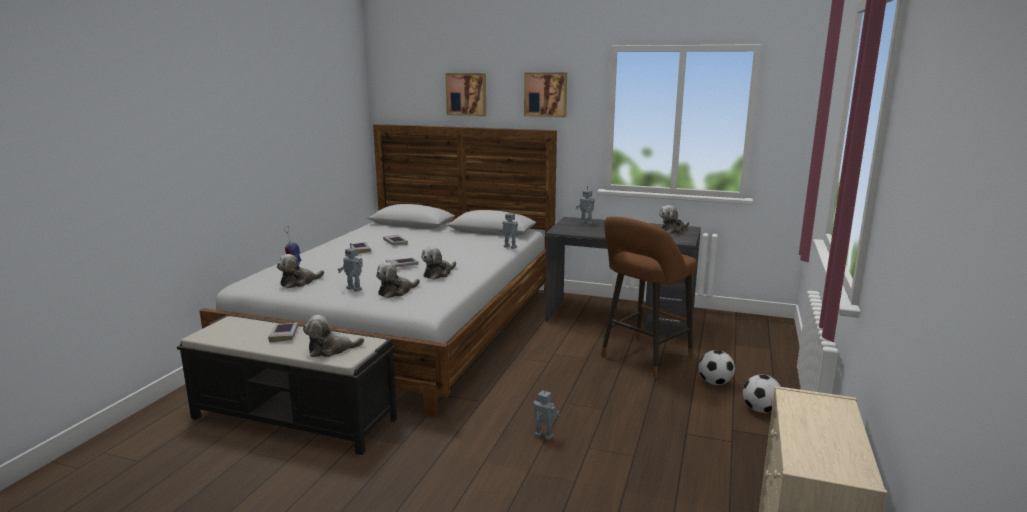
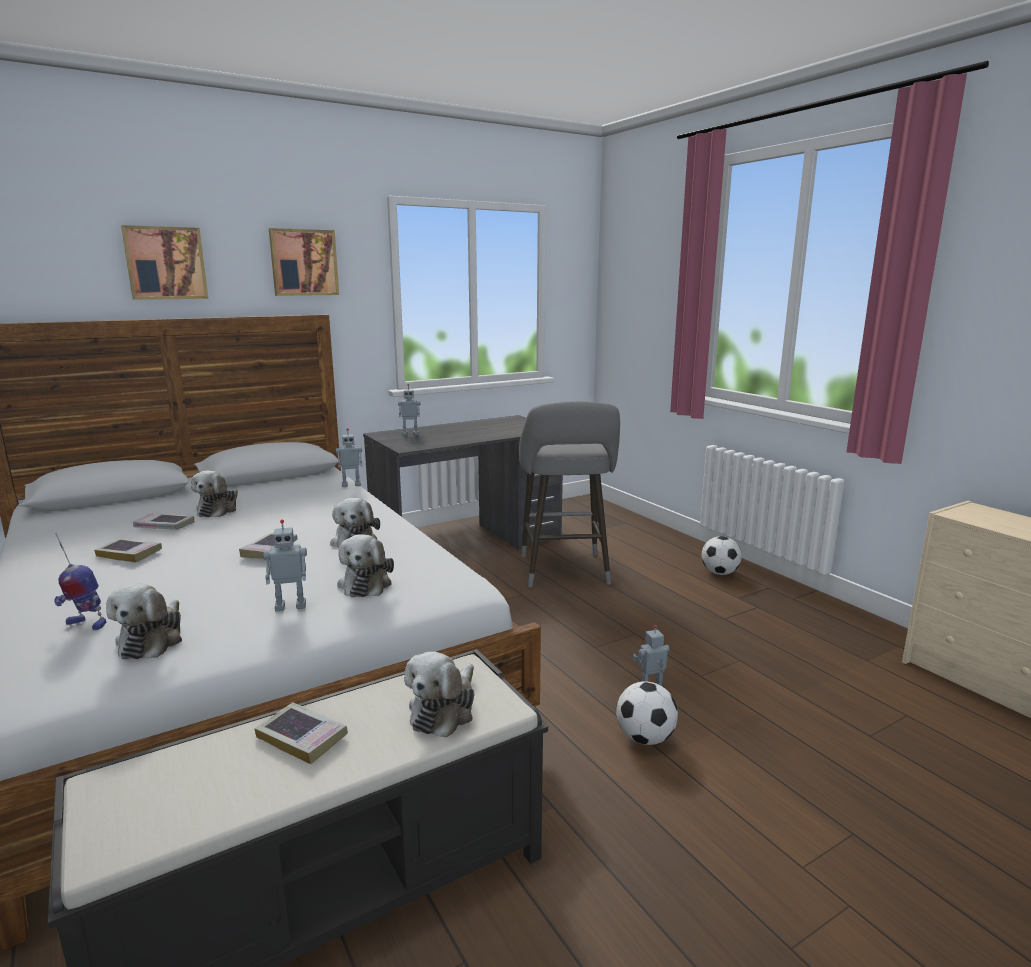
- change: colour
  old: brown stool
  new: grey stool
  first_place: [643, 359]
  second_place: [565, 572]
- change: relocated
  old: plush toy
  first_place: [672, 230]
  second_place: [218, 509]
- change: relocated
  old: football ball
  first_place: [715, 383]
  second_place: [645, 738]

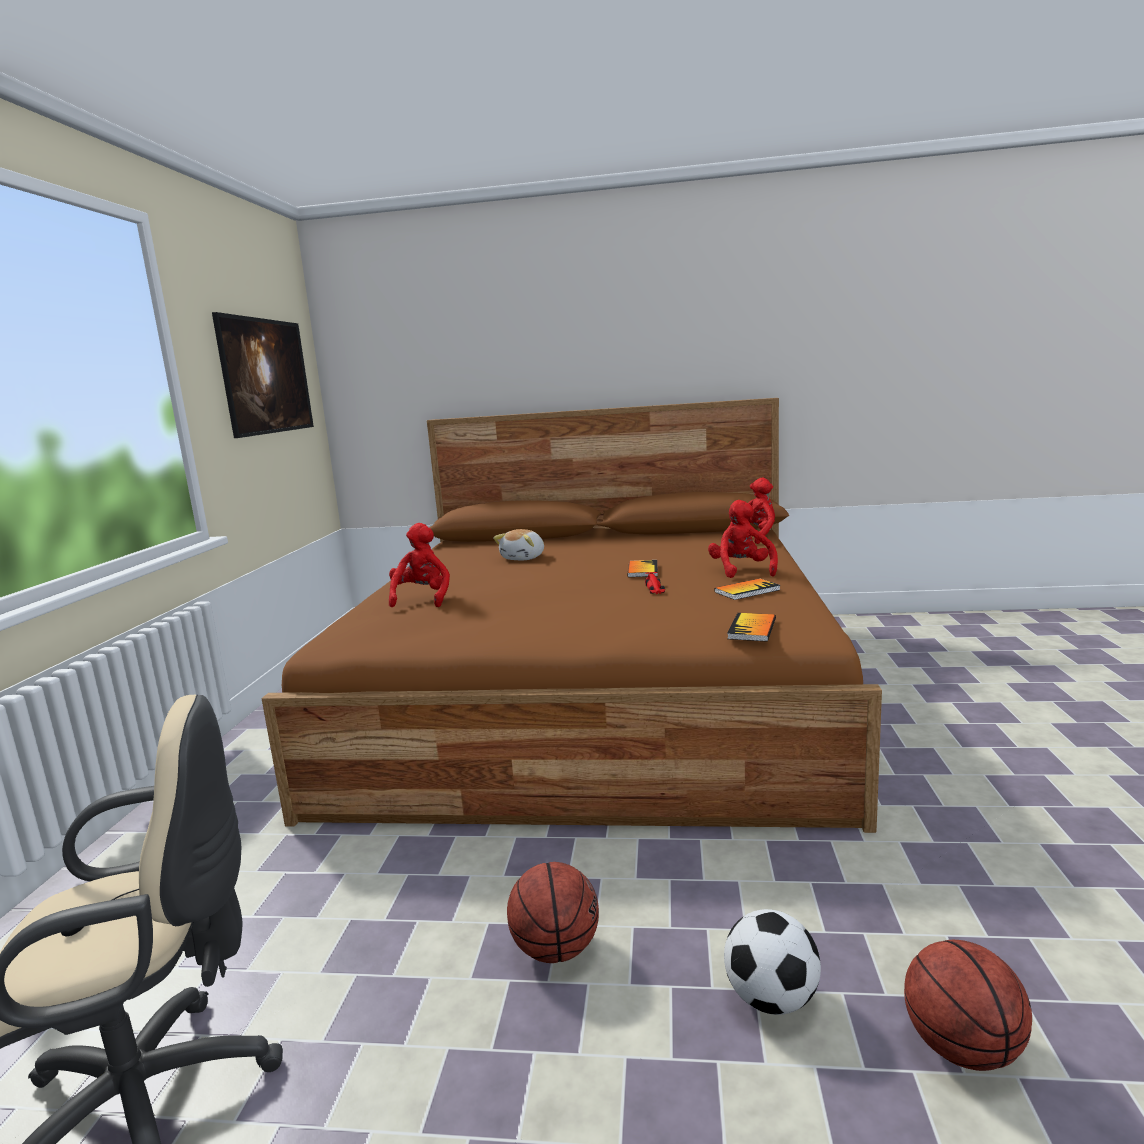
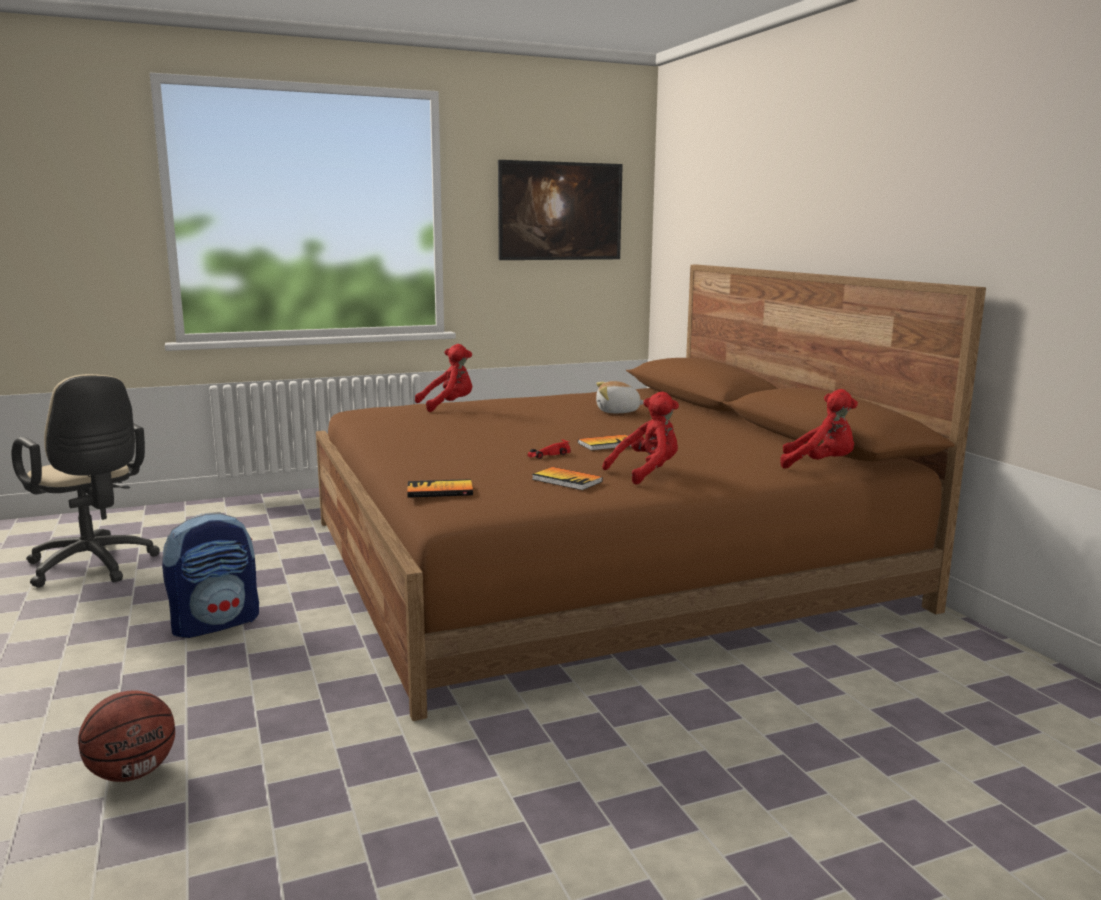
- change: exchanged
  old: ball for basketball
  new: knapsack
  first_place: [556, 949]
  second_place: [216, 623]
- change: missing
  old: football ball
  first_place: [771, 998]

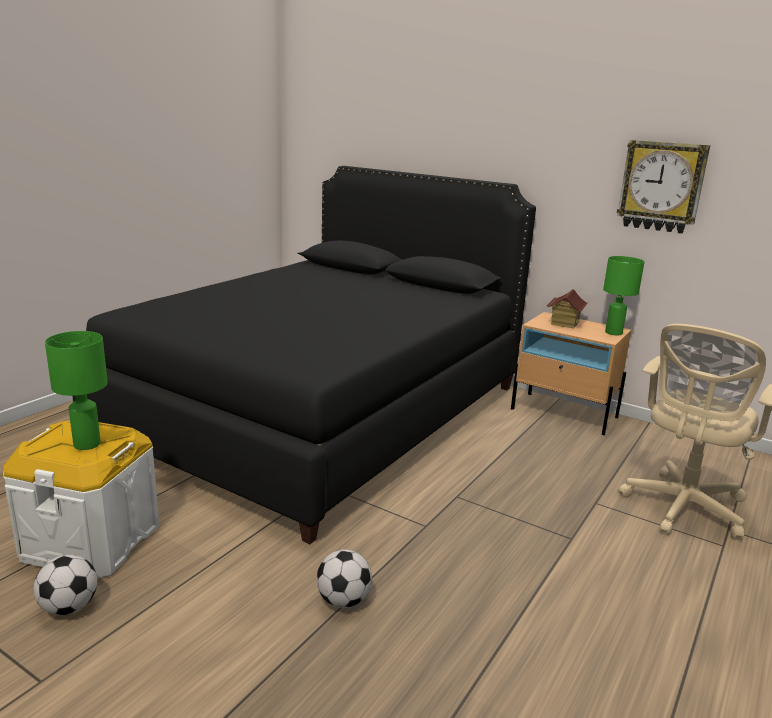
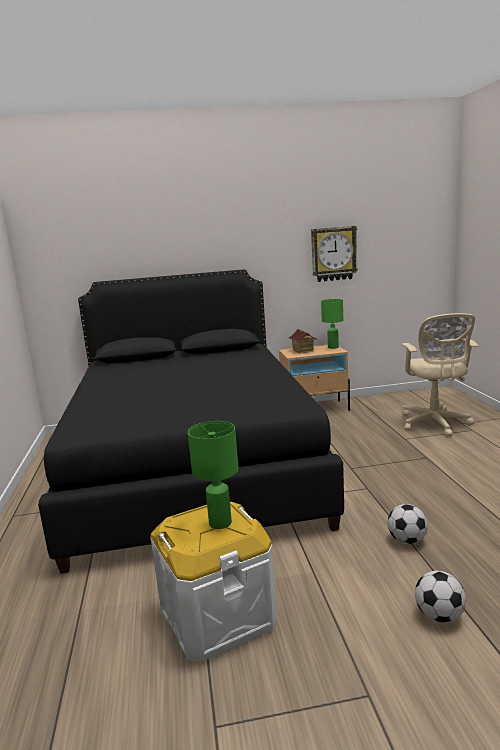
- change: relocated
  old: football ball
  first_place: [69, 607]
  second_place: [439, 616]

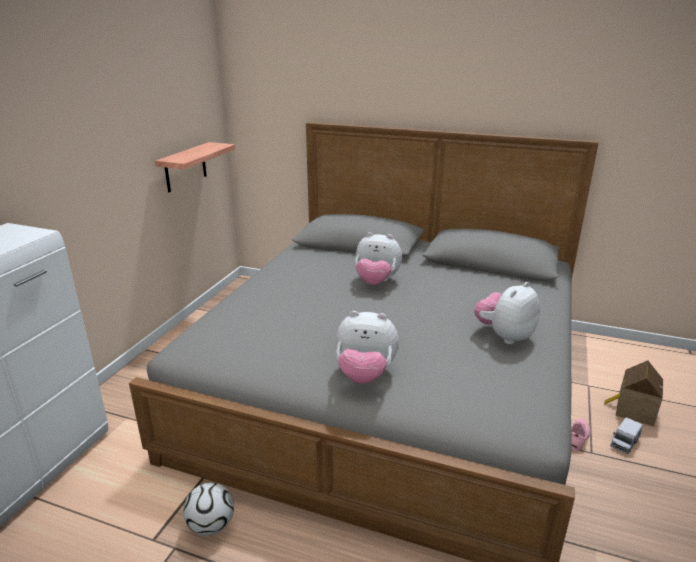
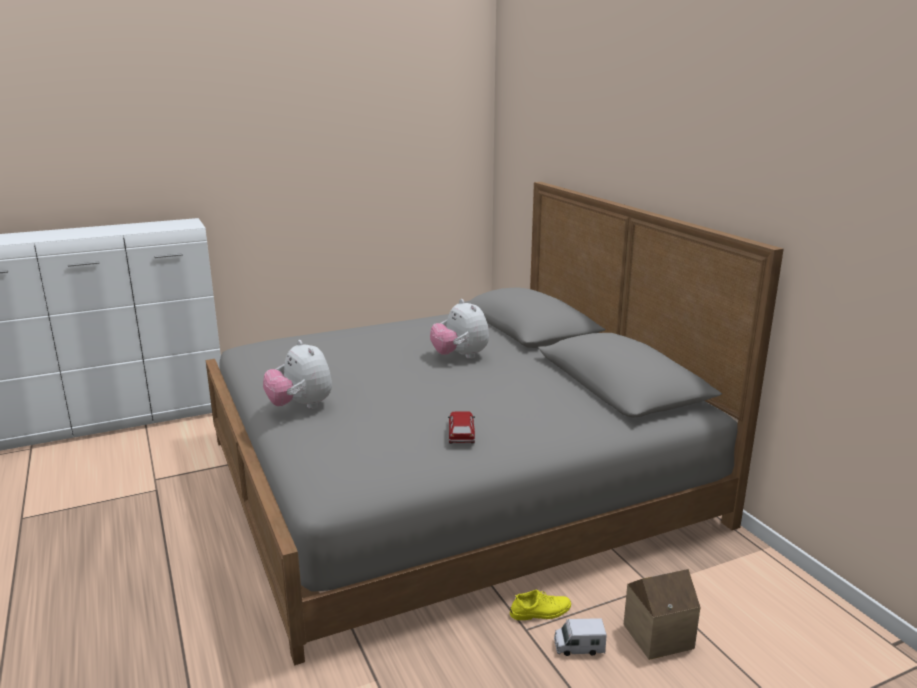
- change: missing
  old: shelf
  first_place: [185, 167]
- change: missing
  old: football ball
  first_place: [211, 526]
- change: exchanged
  old: plush toy
  new: toy car
  first_place: [504, 336]
  second_place: [461, 433]
- change: colour
  old: pinkish item of footwear
  new: yellow-coloured item of footwear
  first_place: [578, 436]
  second_place: [540, 612]

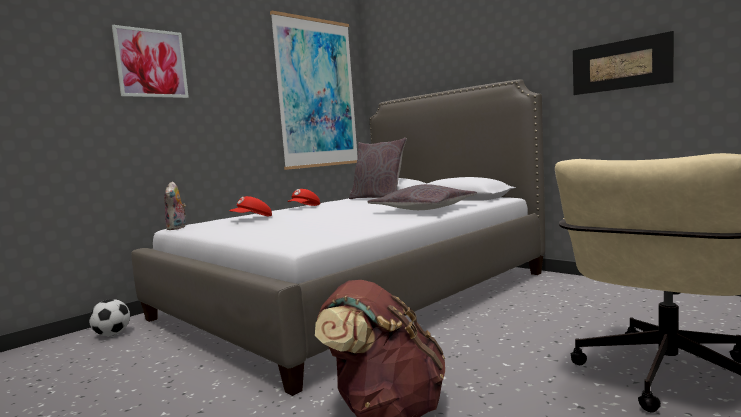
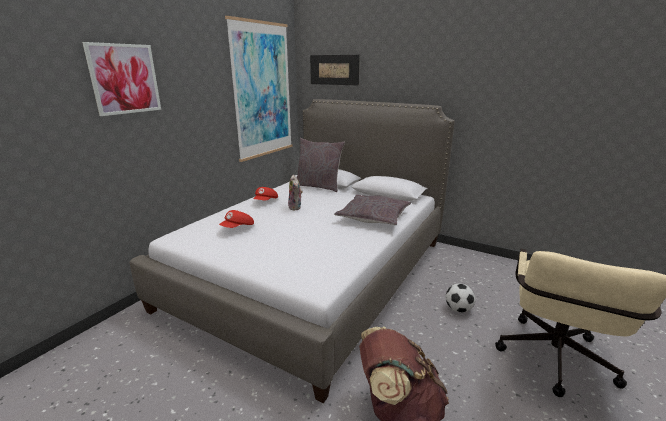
- change: relocated
  old: football ball
  first_place: [112, 334]
  second_place: [458, 309]
- change: relocated
  old: plush toy
  first_place: [177, 228]
  second_place: [296, 207]
- change: relocated
  old: wall picture
  first_place: [620, 65]
  second_place: [334, 70]

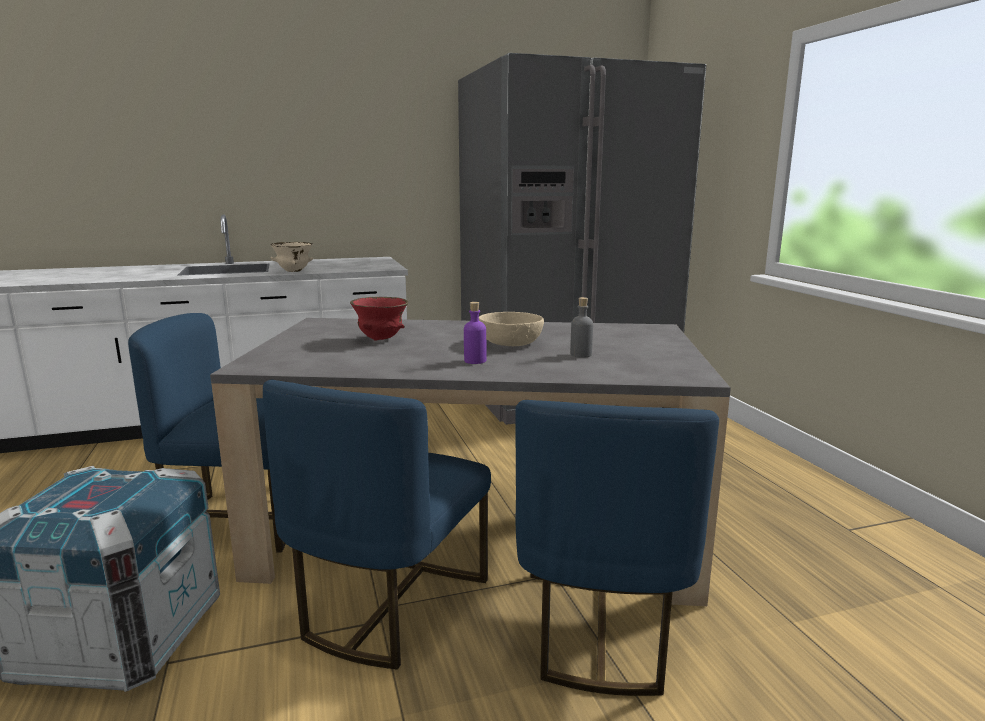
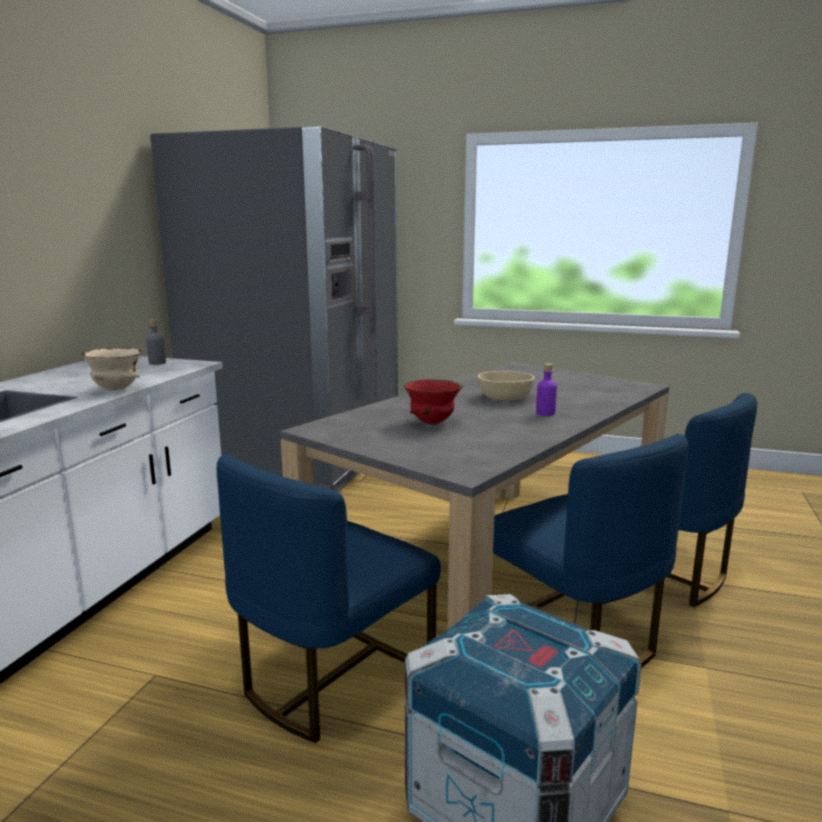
- change: relocated
  old: grey drink bottle
  first_place: [581, 354]
  second_place: [157, 363]

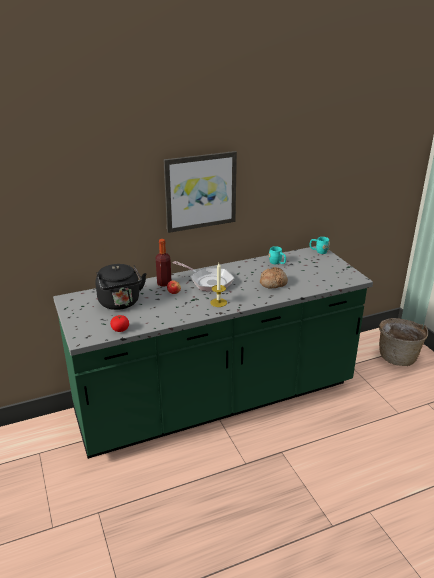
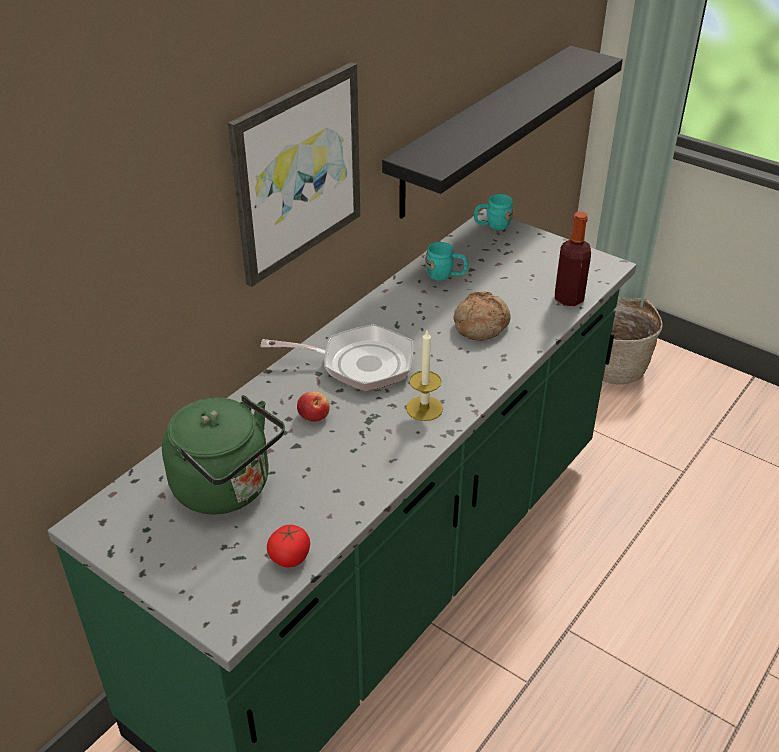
- change: colour
  old: black water kettle
  new: green water kettle
  first_place: [120, 303]
  second_place: [227, 488]
- change: relocated
  old: drink bottle
  first_place: [164, 283]
  second_place: [568, 299]
- change: appeared
  new: black shelf
  second_place: [483, 129]

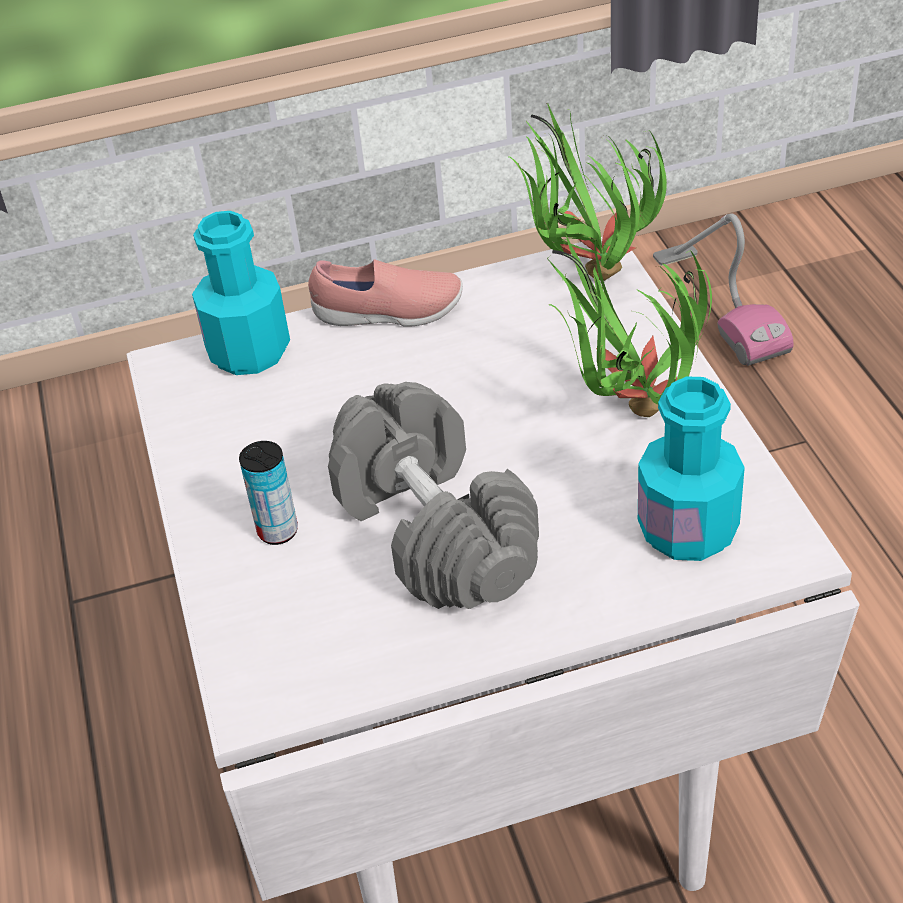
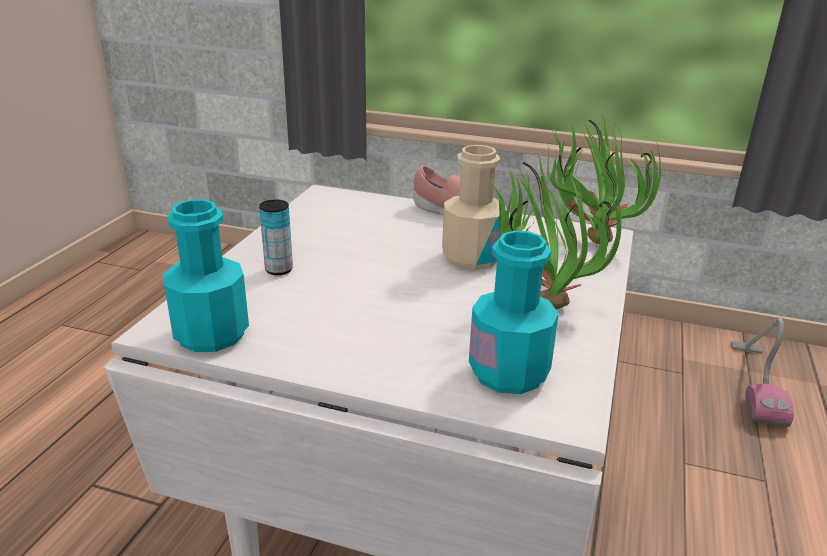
- change: relocated
  old: blue-green drink bottle
  first_place: [249, 351]
  second_place: [211, 334]
- change: missing
  old: grey dumbbell
  first_place: [433, 530]
- change: appeared
  new: beige-coloured drink bottle
  second_place: [471, 257]

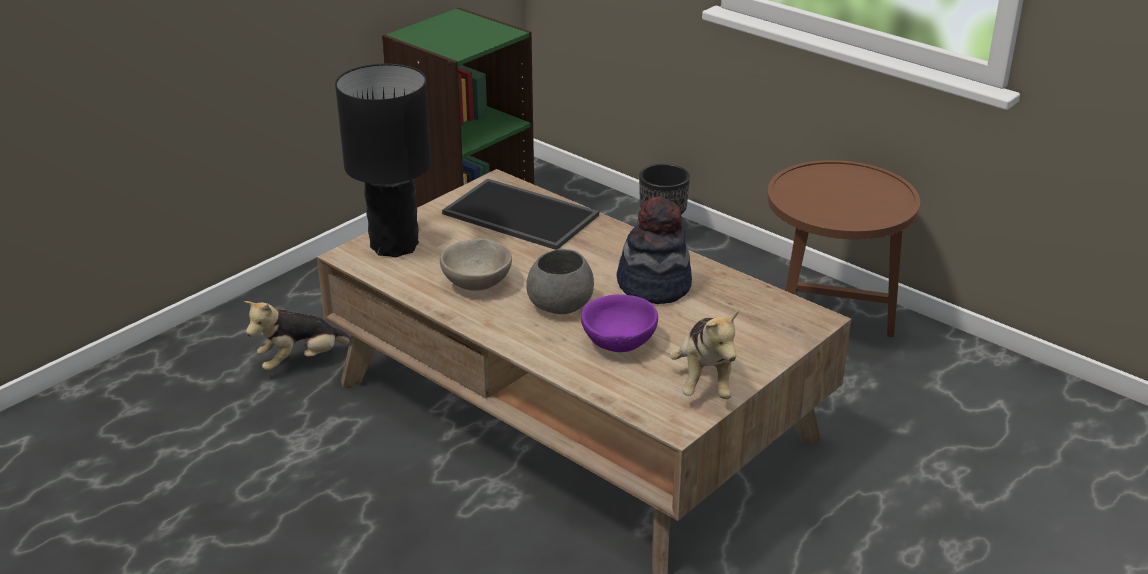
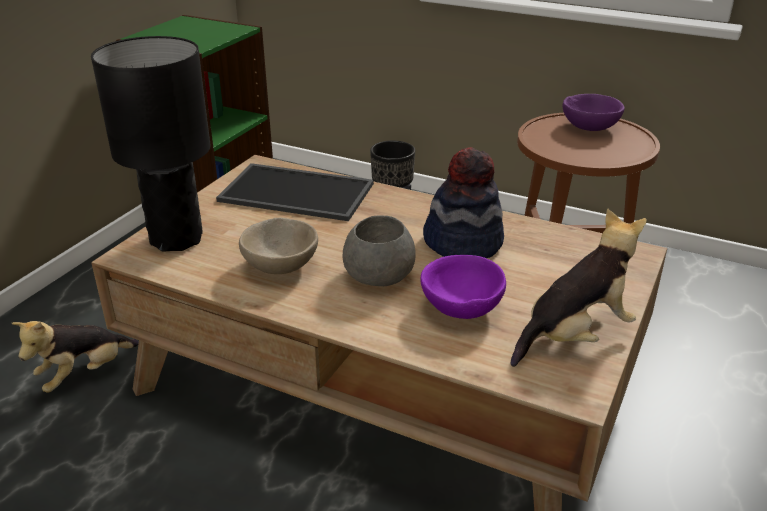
- change: spun
  old: plush toy
  first_place: [705, 380]
  second_place: [574, 335]
  degrees: -105
- change: appeared
  new: purple-coloured bowl
  second_place: [590, 127]

